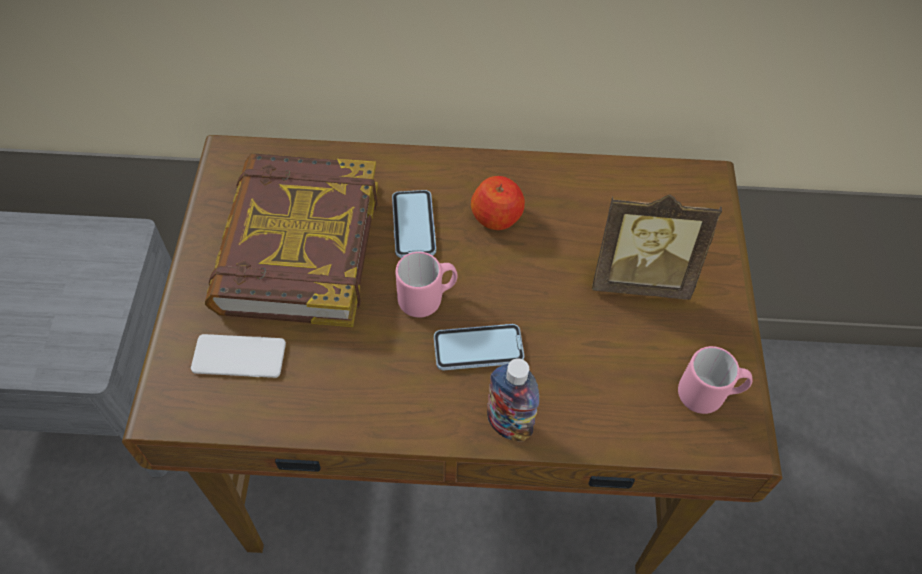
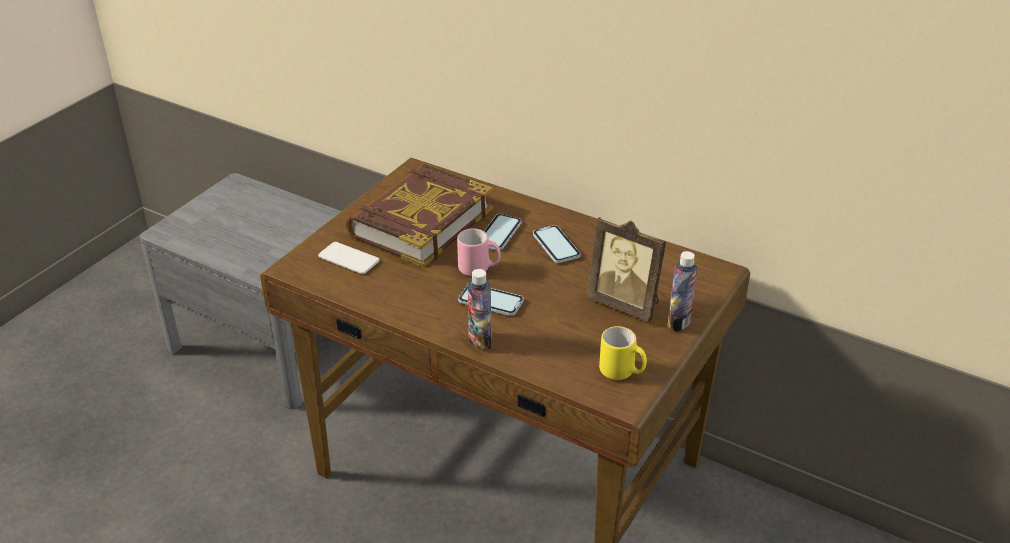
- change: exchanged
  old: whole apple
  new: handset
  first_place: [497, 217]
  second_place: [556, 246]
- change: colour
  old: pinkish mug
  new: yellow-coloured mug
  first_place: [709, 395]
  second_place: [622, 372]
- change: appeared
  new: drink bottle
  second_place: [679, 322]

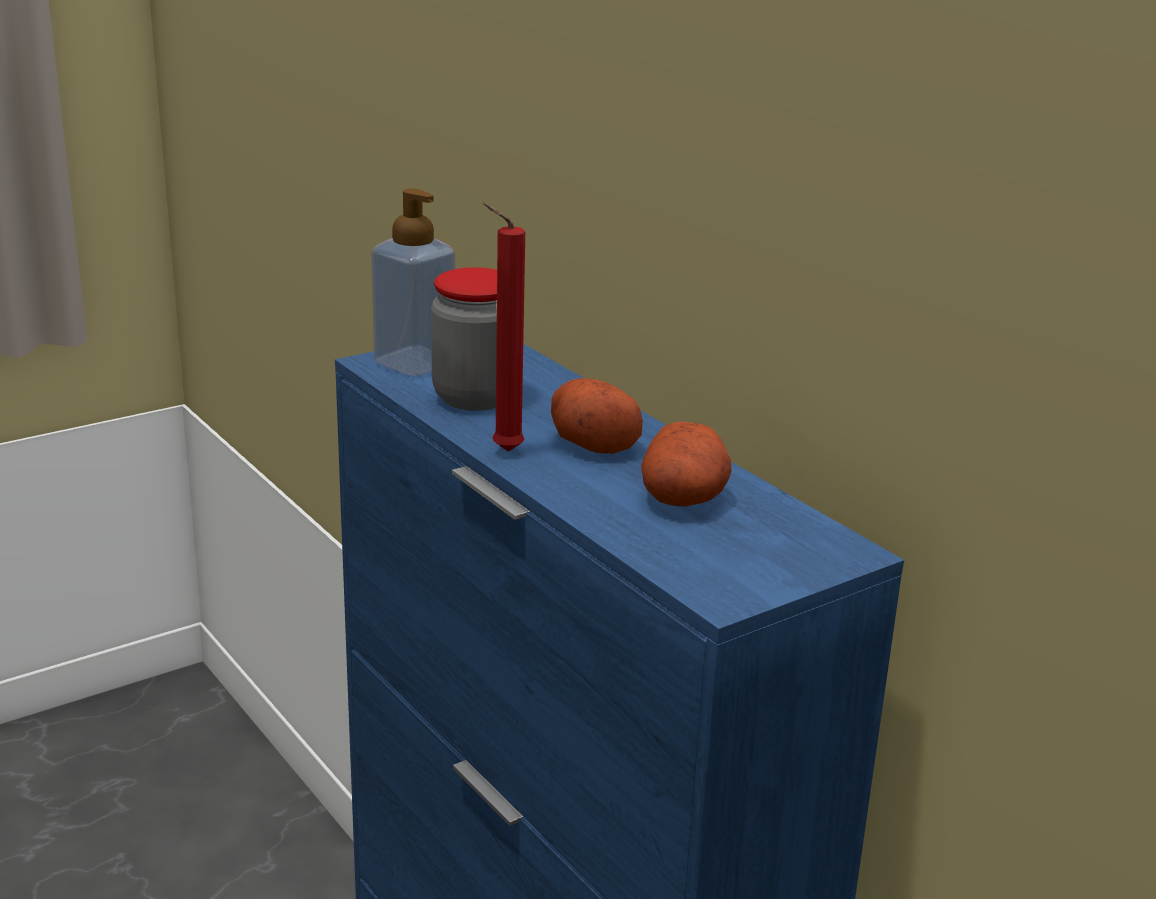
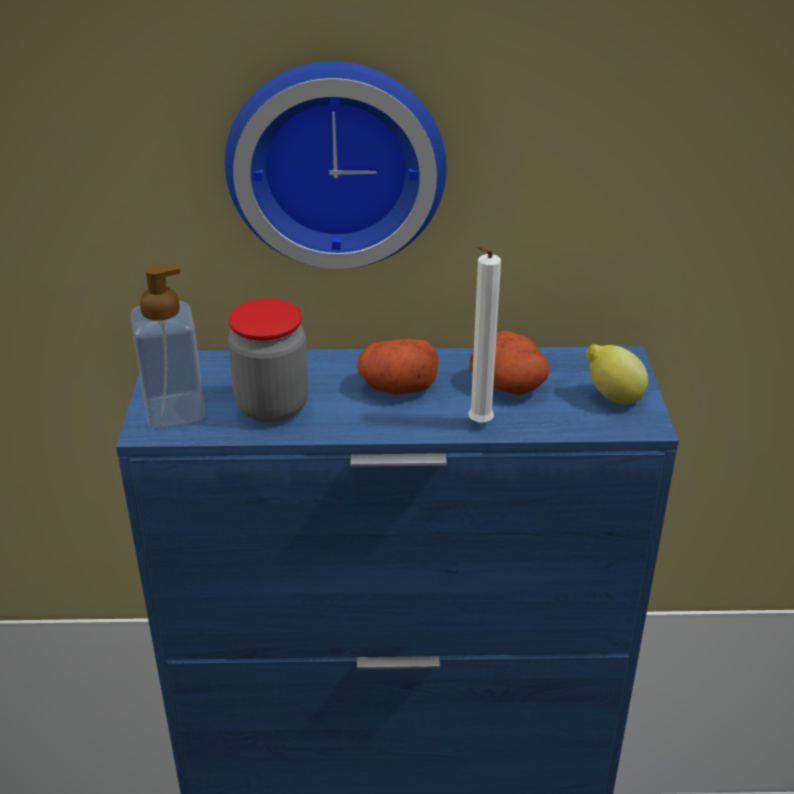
- change: missing
  old: reddish candle
  first_place: [502, 451]
- change: appeared
  new: clock on the wall
  second_place: [336, 162]
- change: appeared
  new: whitish candle
  second_place: [477, 425]
- change: appeared
  new: lemon
  second_place: [612, 397]

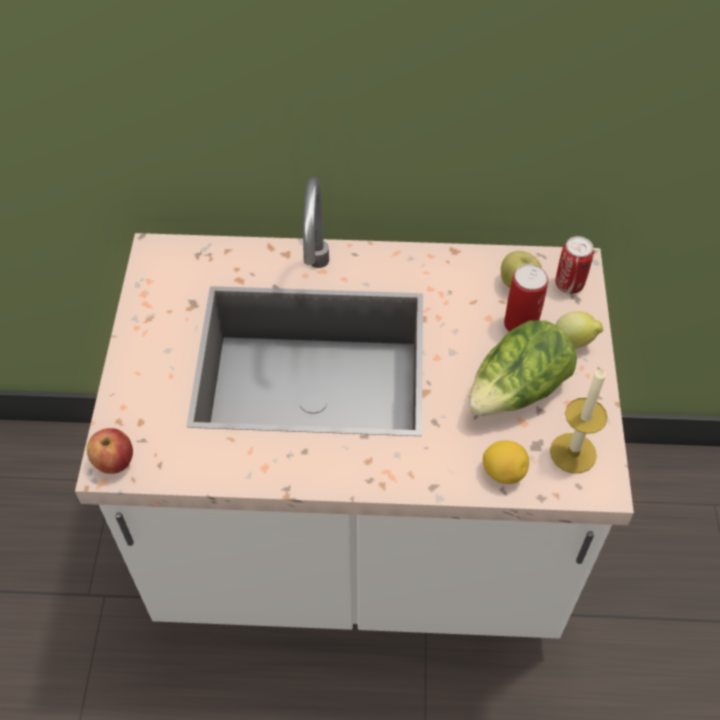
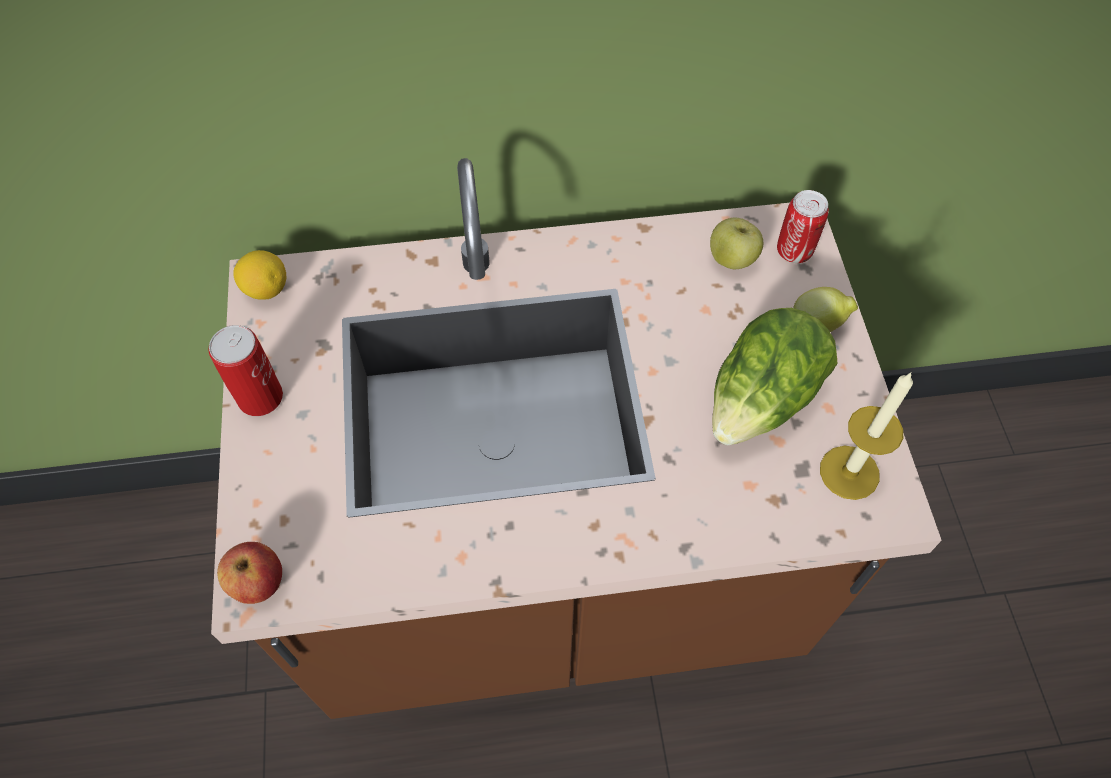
- change: colour
  old: whitish kitchen counter
  new: brown kitchen counter
  first_place: [360, 545]
  second_place: [555, 577]
- change: relocated
  old: lemon
  first_place: [503, 472]
  second_place: [266, 289]
- change: relocated
  old: sealed can
  first_place: [520, 324]
  second_place: [260, 397]

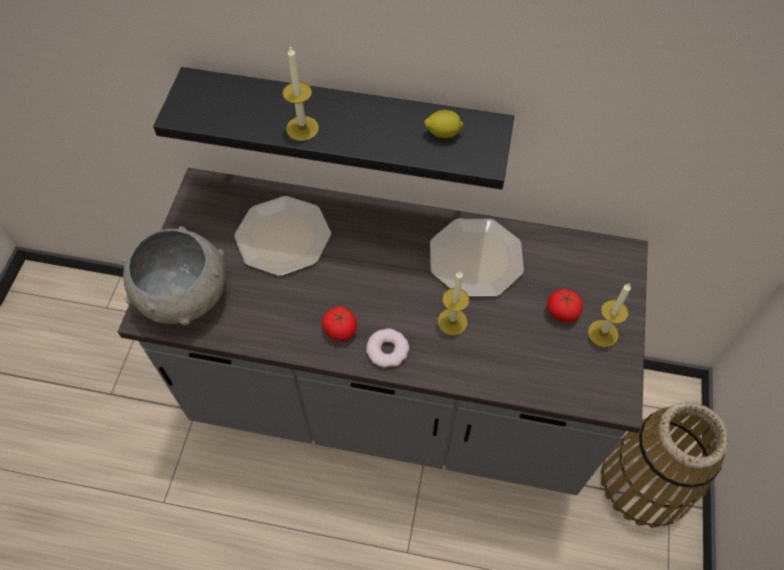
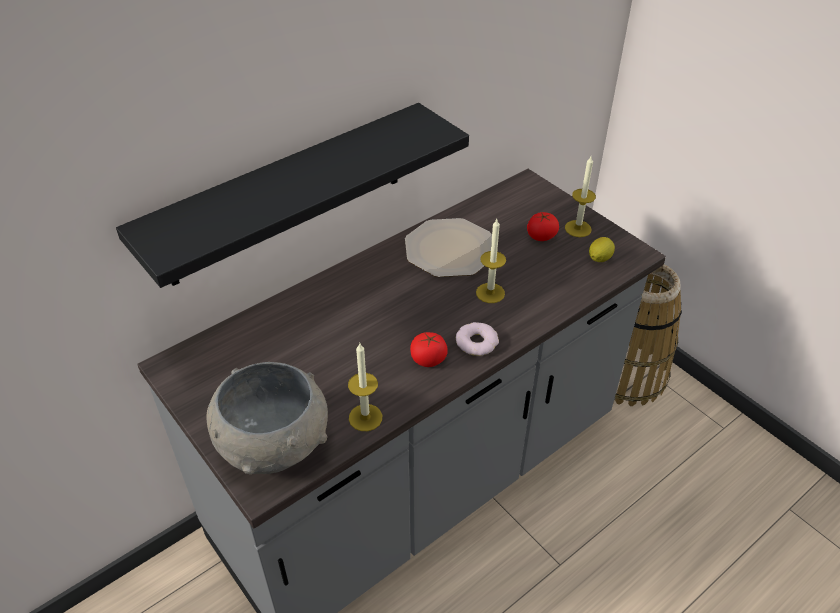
- change: missing
  old: plate
  first_place: [282, 237]
- change: relocated
  old: candle
  first_place: [302, 128]
  second_place: [365, 417]
- change: relocated
  old: lemon
  first_place: [443, 133]
  second_place: [599, 259]

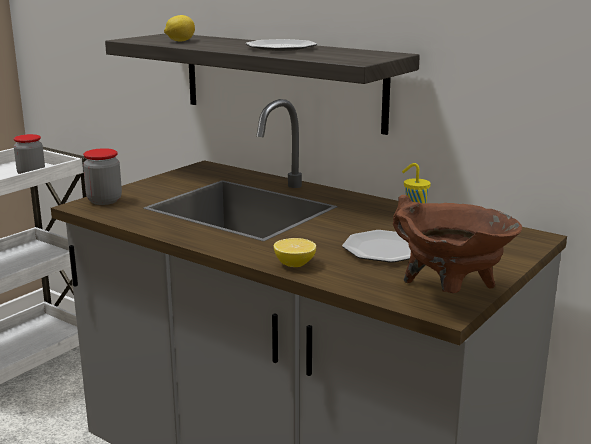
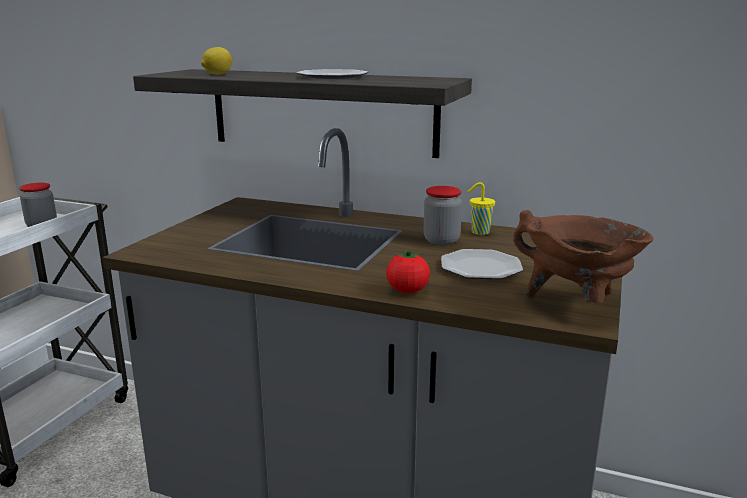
- change: relocated
  old: storage jar
  first_place: [104, 201]
  second_place: [441, 241]
- change: exchanged
  old: lemon
  new: tomato
  first_place: [294, 264]
  second_place: [407, 291]

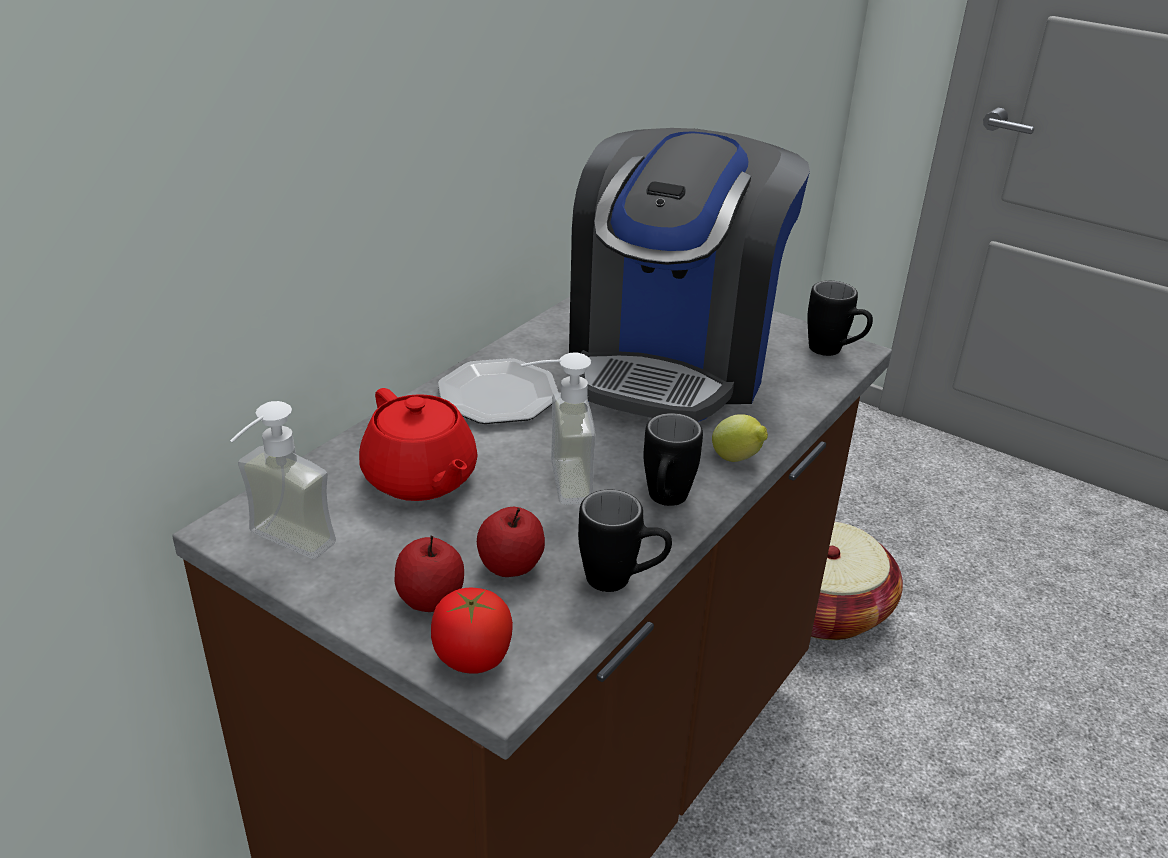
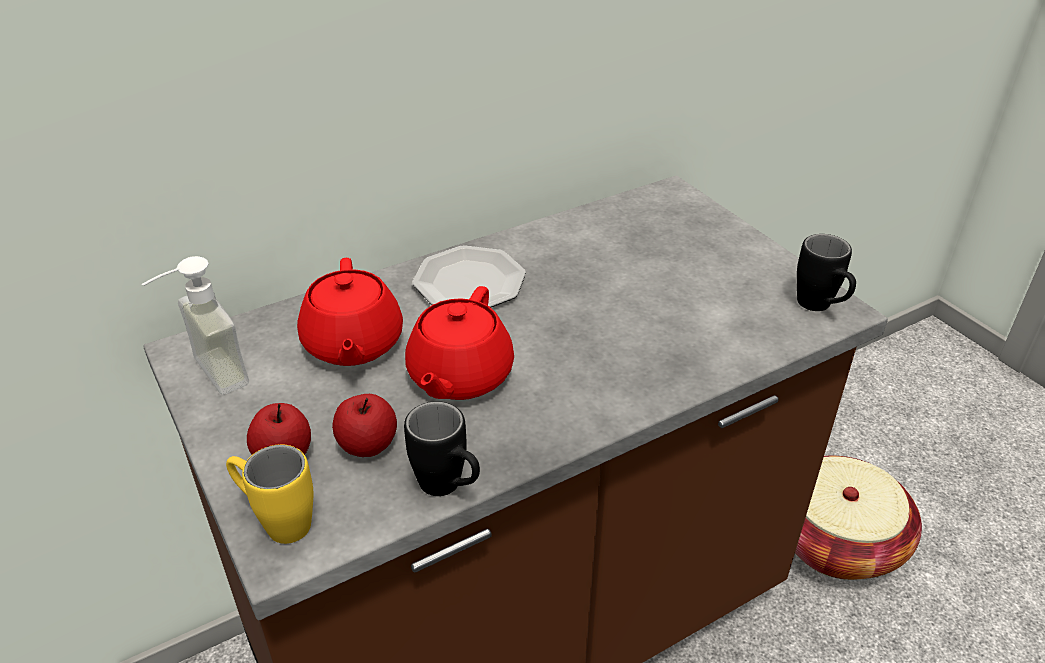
- change: exchanged
  old: tomato
  new: yellow-coloured mug
  first_place: [472, 659]
  second_place: [277, 521]
- change: exchanged
  old: liquid soap bottle
  new: reddish teapot
  first_place: [554, 482]
  second_place: [459, 376]
- change: missing
  old: coffee brewer
  first_place: [673, 359]
- change: missing
  old: black mug
  first_place: [665, 502]
- change: missing
  old: lemon
  first_place: [737, 460]

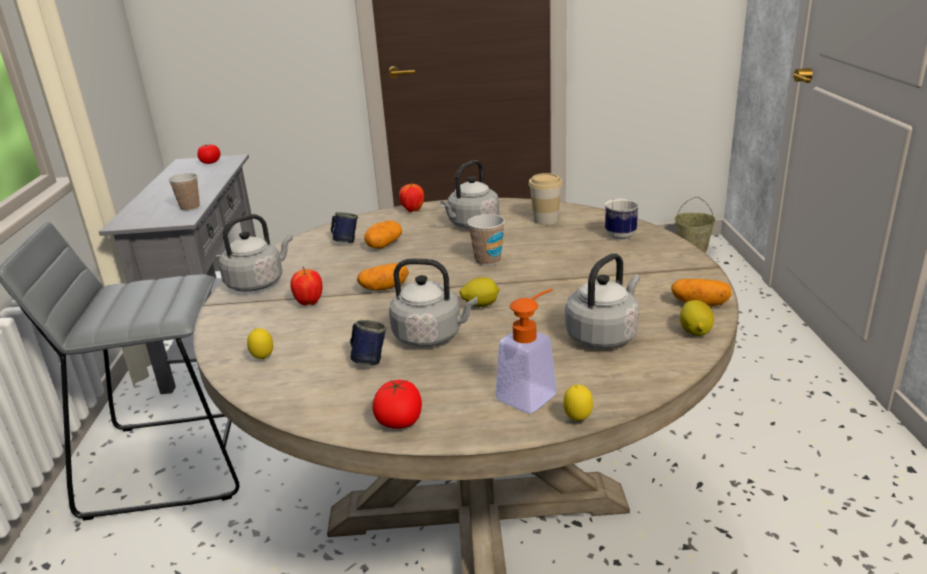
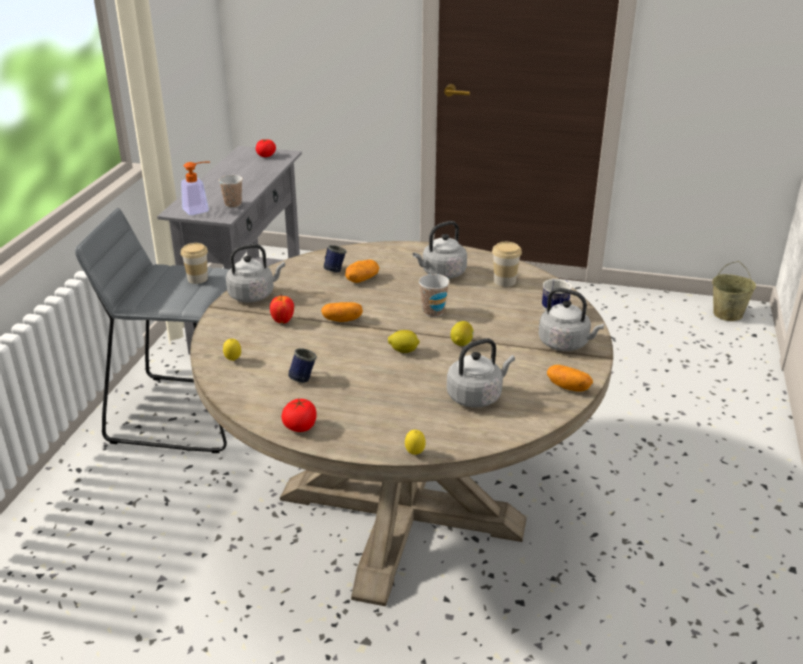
- change: relocated
  old: grey water kettle
  first_place: [431, 336]
  second_place: [566, 344]
- change: missing
  old: whole apple
  first_place: [413, 210]
- change: relocated
  old: liquid soap bottle
  first_place: [532, 393]
  second_place: [200, 209]
- change: relocated
  old: lemon
  first_place: [695, 331]
  second_place: [462, 342]
- change: appeared
  new: drinking cup
  second_place: [197, 279]

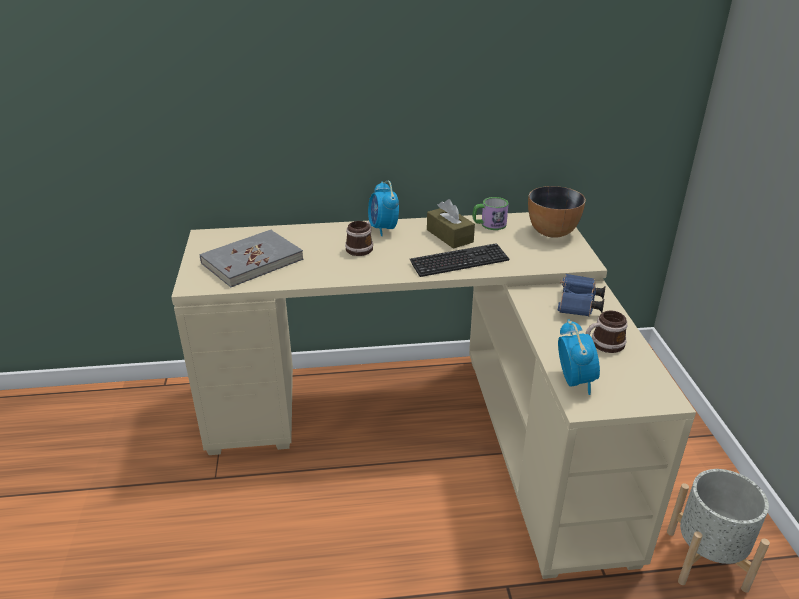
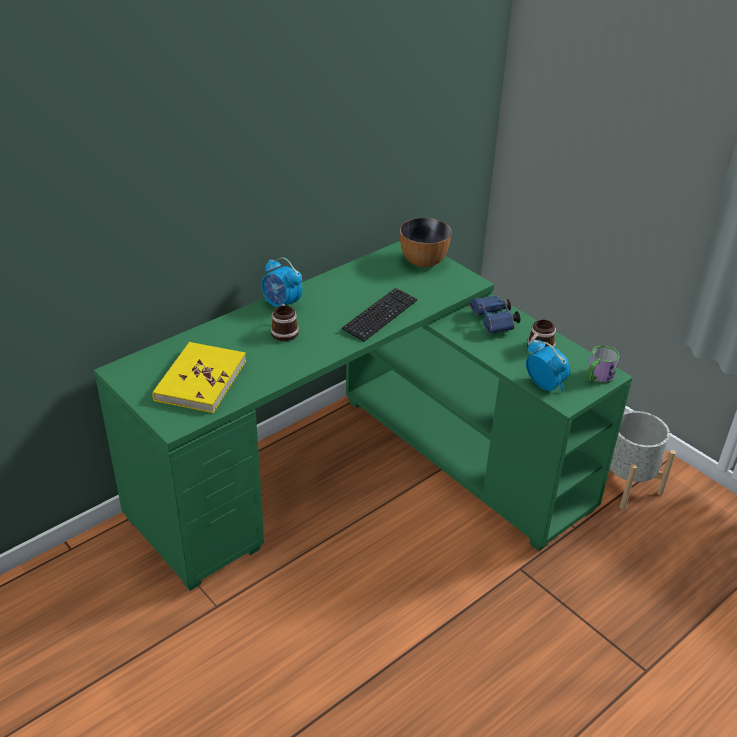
- change: colour
  old: beige-coloured desk
  new: green desk
  first_place: [431, 424]
  second_place: [363, 472]
- change: colour
  old: grey book
  new: yellow-coloured book
  first_place: [252, 261]
  second_place: [200, 380]
- change: missing
  old: brown tissue holder
  first_place: [449, 236]
- change: relocated
  old: mug
  first_place: [489, 225]
  second_place: [597, 377]

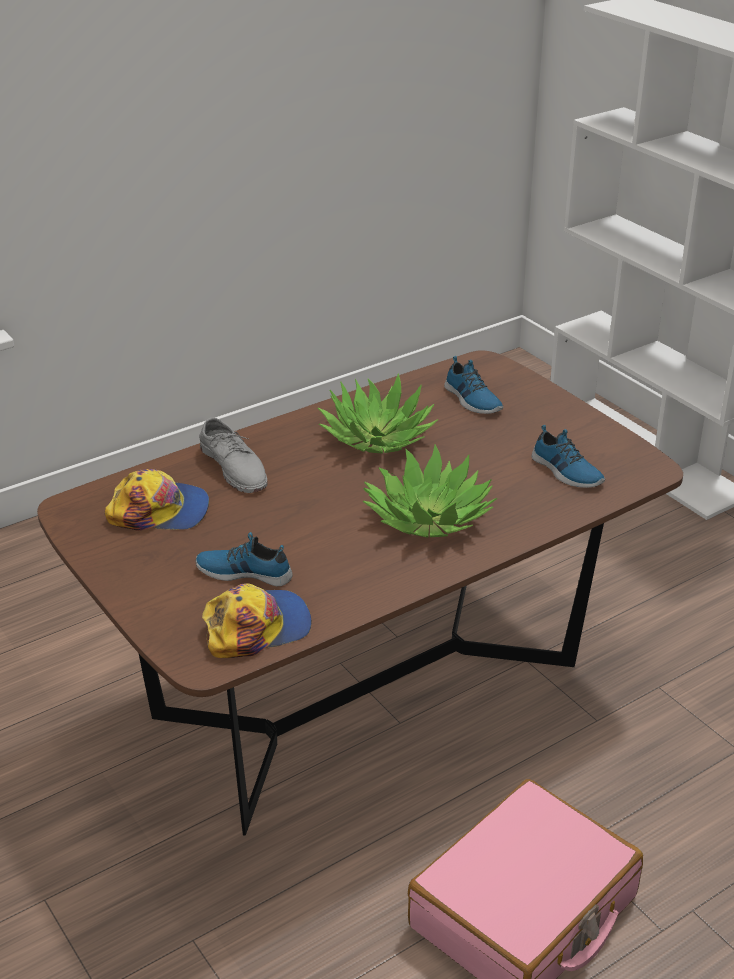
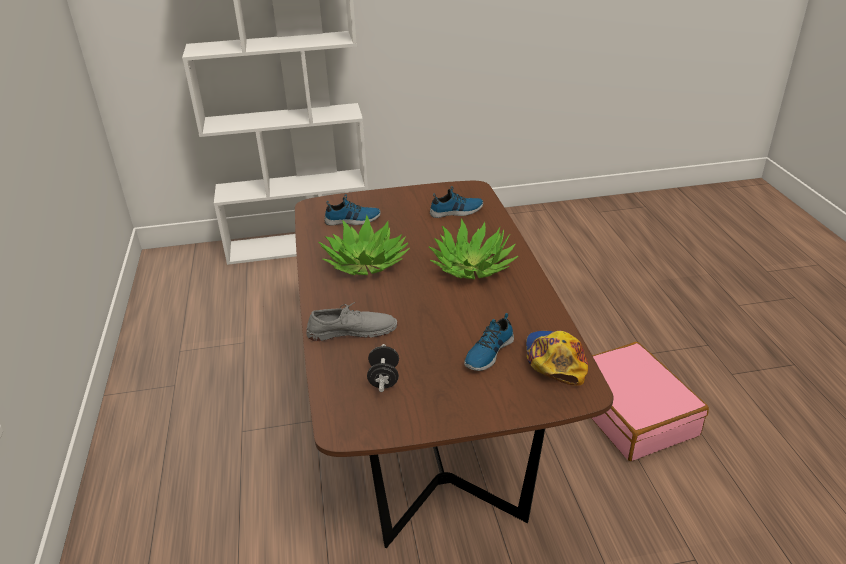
- change: exchanged
  old: baseball cap
  new: black dumbbell
  first_place: [160, 511]
  second_place: [384, 378]

